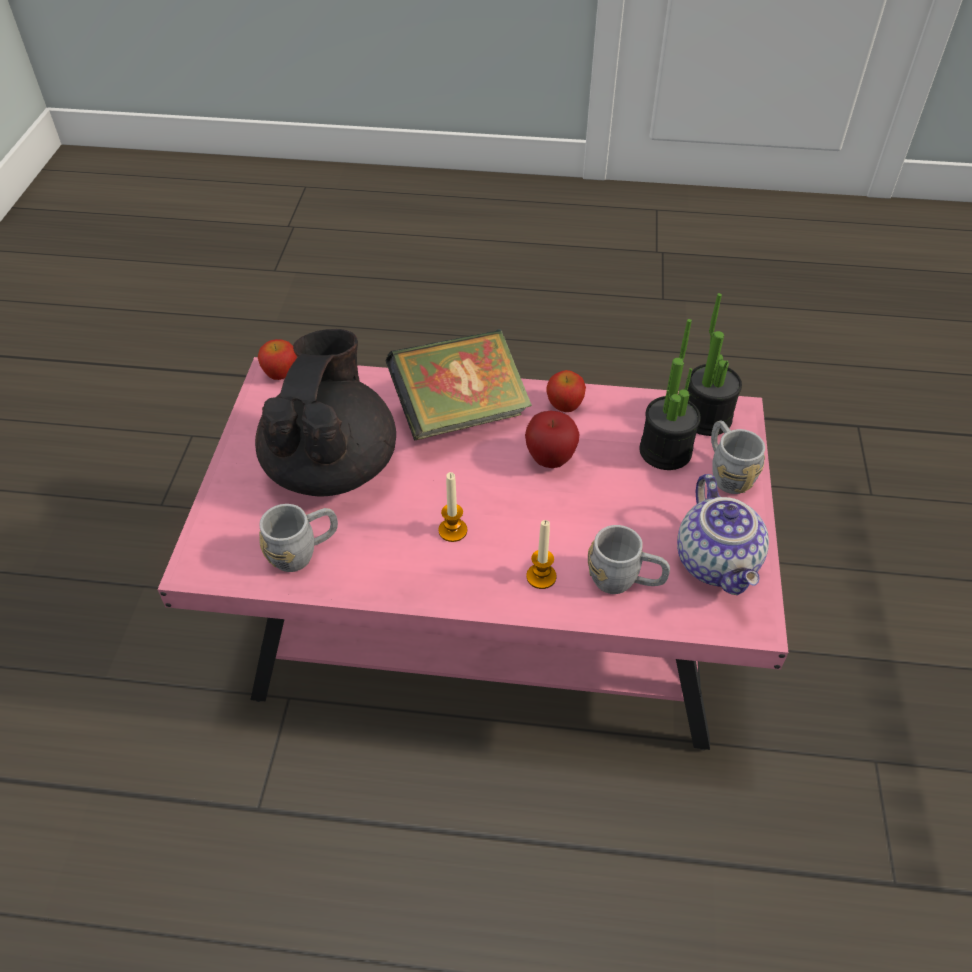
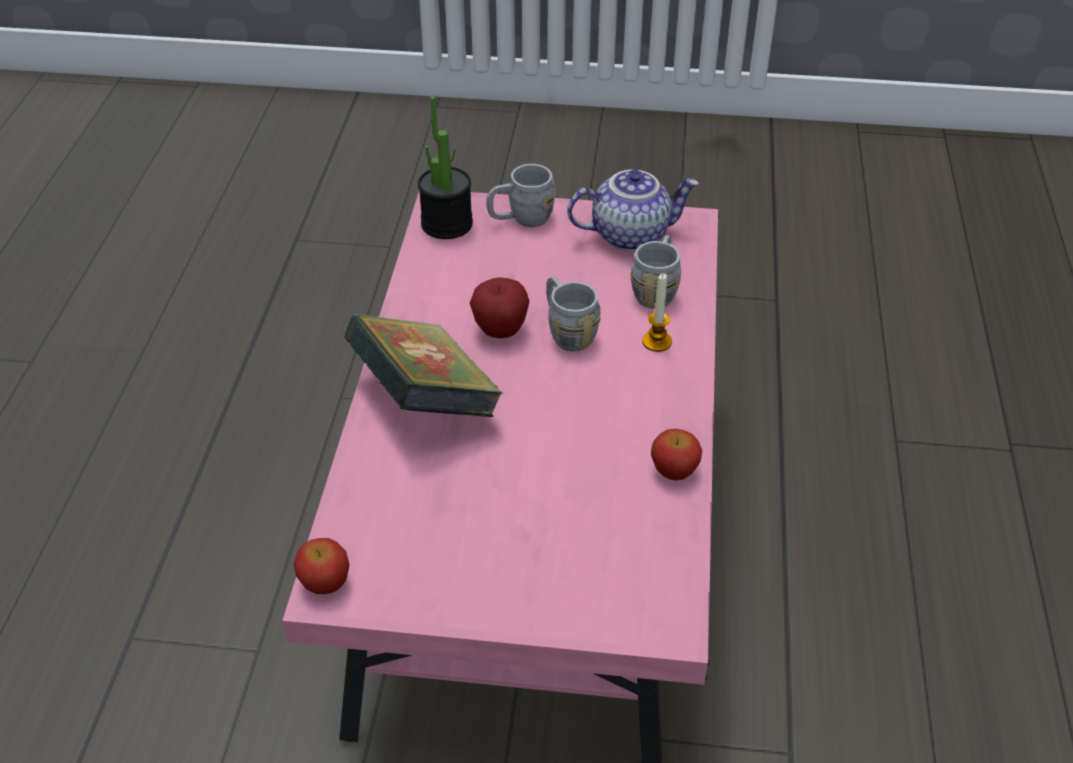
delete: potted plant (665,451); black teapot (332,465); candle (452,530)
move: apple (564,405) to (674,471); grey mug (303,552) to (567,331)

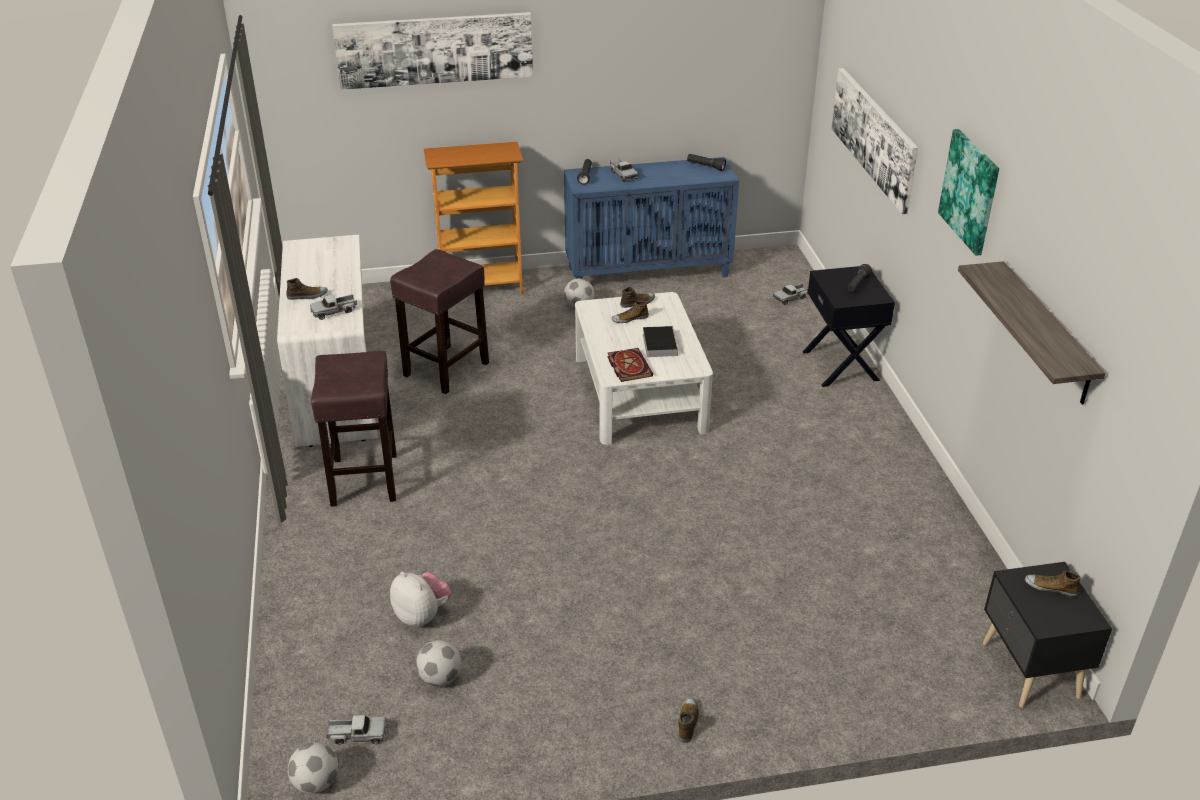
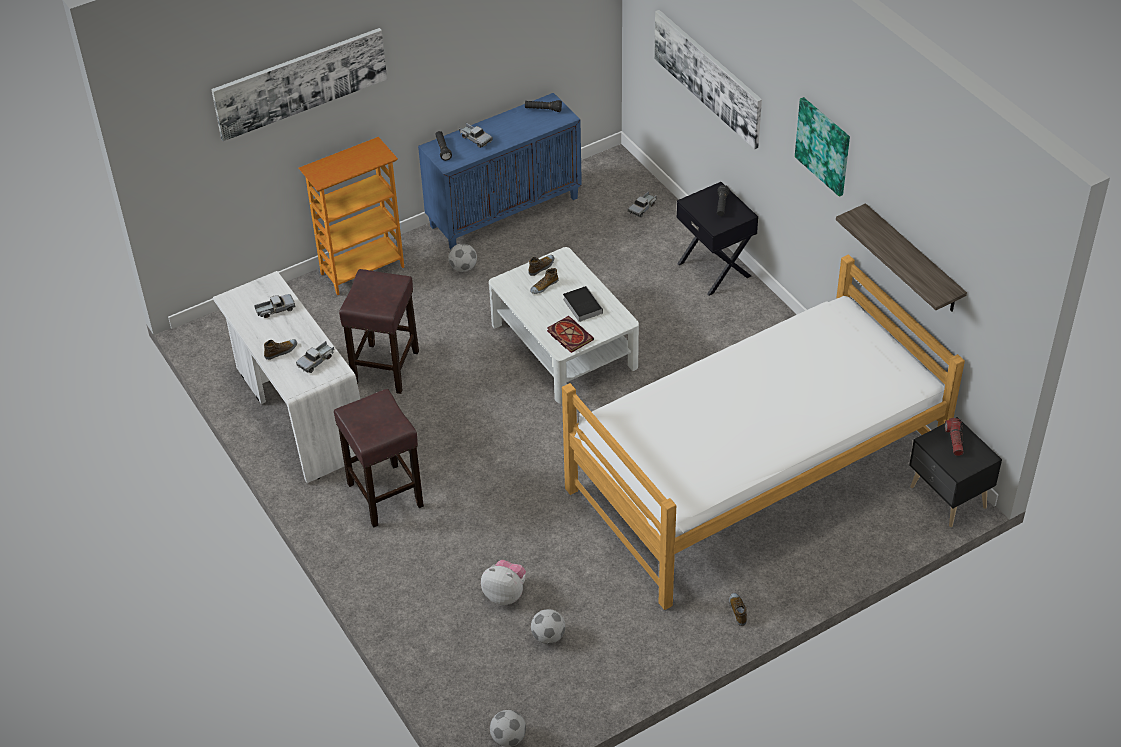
insert: bed (756,476)
move: toy truck (357,735) to (275,309)
replace: shoe (1051,588) to flashlight (954,440)

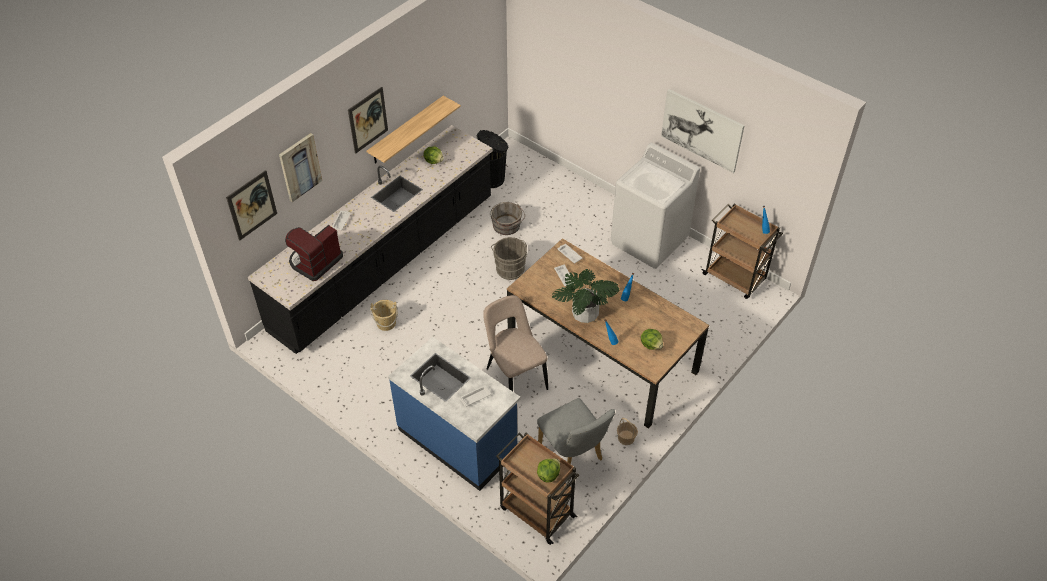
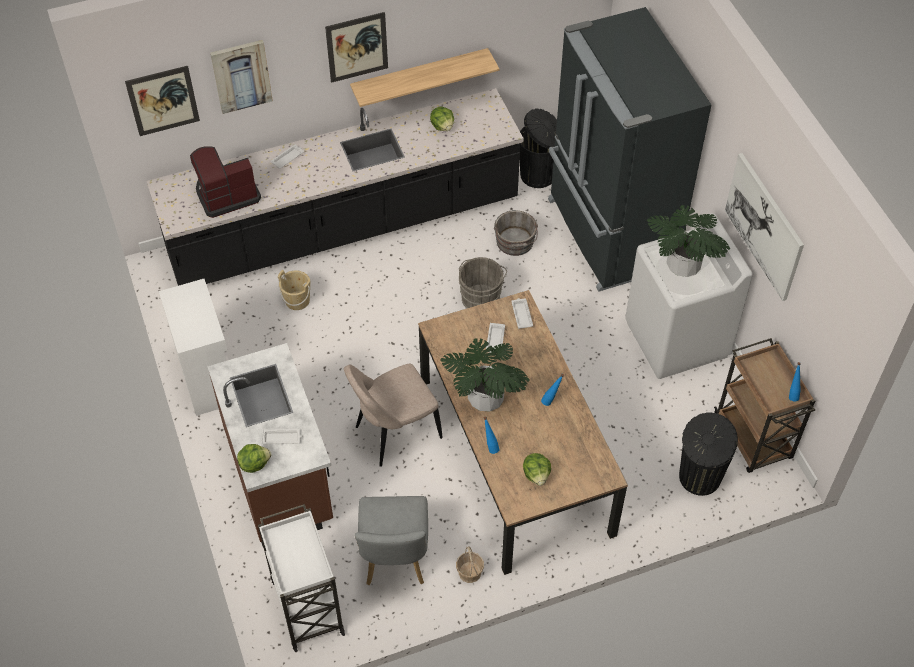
insert: black fridge (609,234); potted plant (683,265); white cabinet (208,378); black trash can (699,478)
move: lettuce (548,475) to (254,464)
recolor: blue counter (458,440) to brown counter (281,476); brown cart (536,511) to white cart (306,604)
rotate: beige chair (515,377) = (394,434) 120 degrees counterclockwise

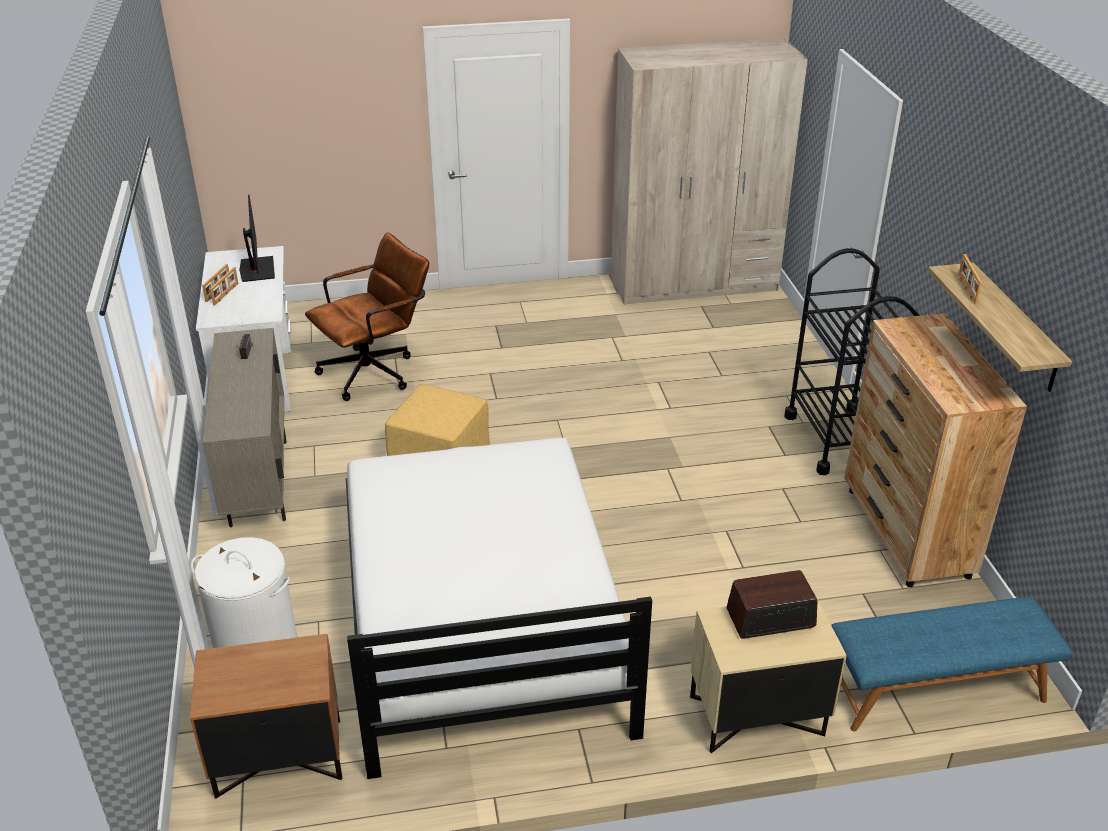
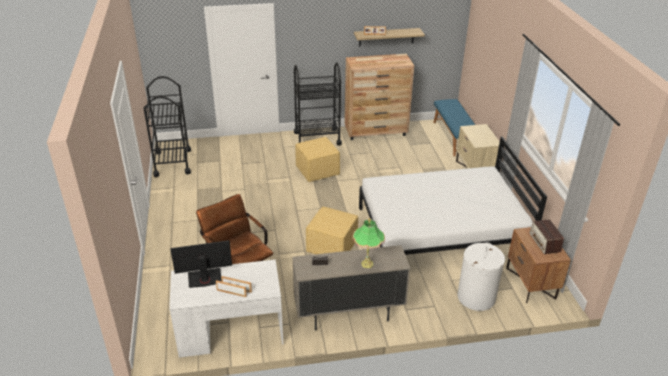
insert: yellow ottoman (317,171); table lamp (367,264)
move: radio (770,618) to (544,243)
replace: beige wardrobe (694,283) to black cart (172,163)

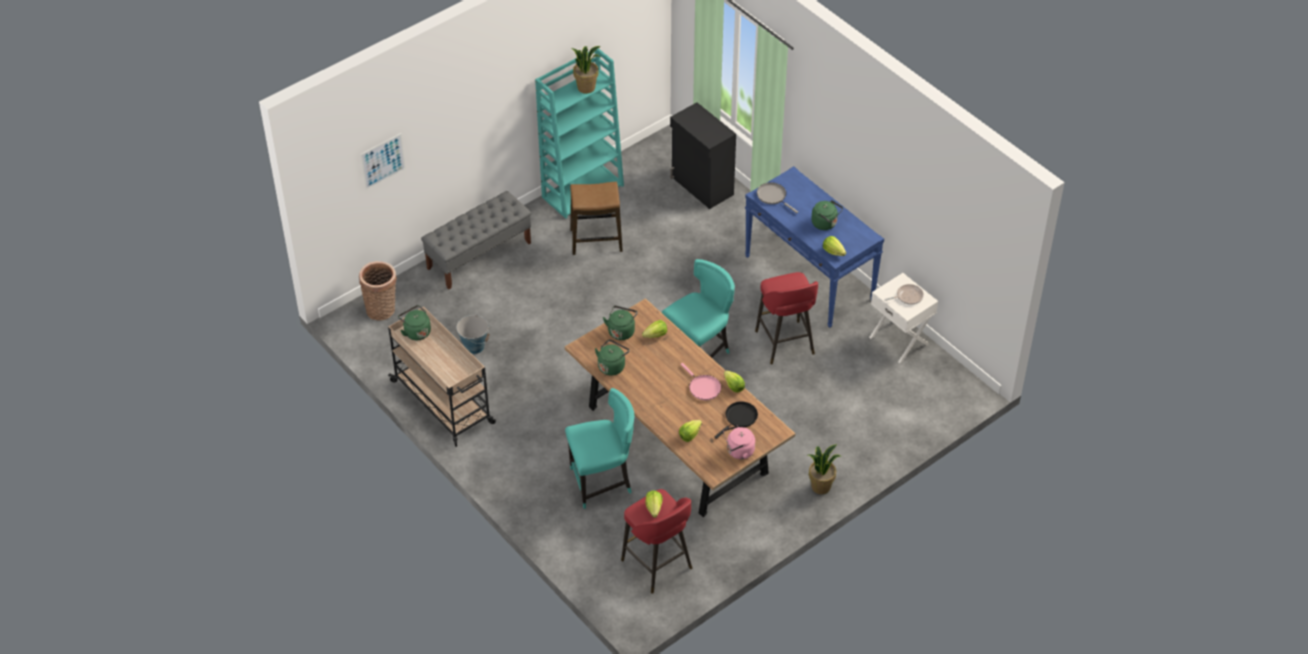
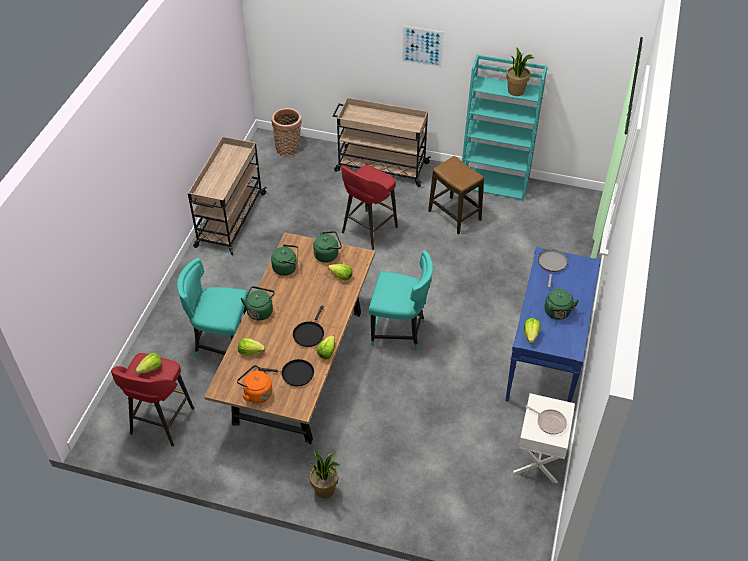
delete: black cabinet (702,186); bucket (474,346)
move: picture (383,161) to (422,46); red stool (785,344) to (368,231); green kettle (416,332) to (260,311)
replace: grey bench (479,255) to beige cart (380,167)
recolor: pink frying pan (703,388) to black frying pan (309,333); pink kettle (738,451) to orange kettle (256,393)
rotate: turquoise chair (602,482) = (221,344) 150 degrees clockwise

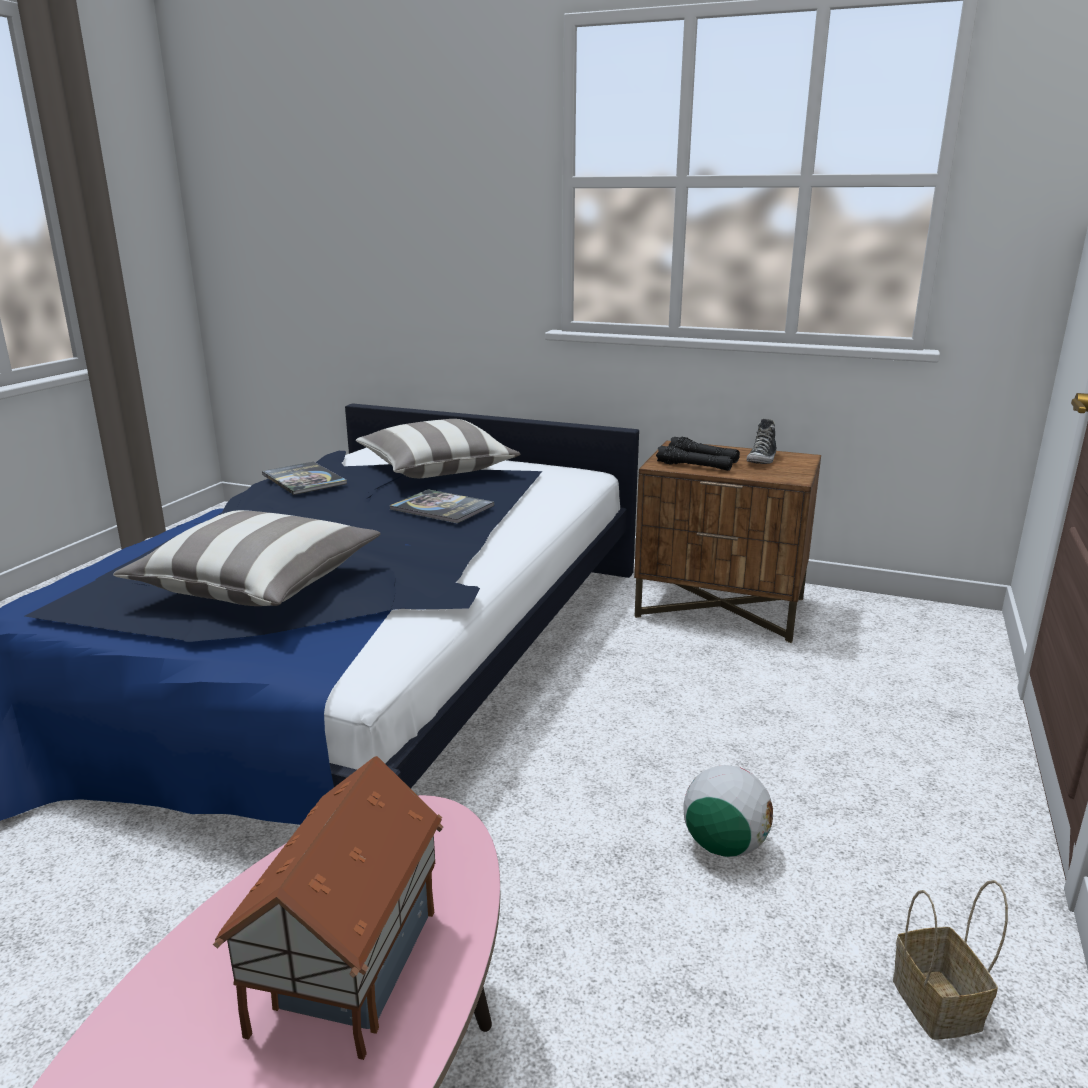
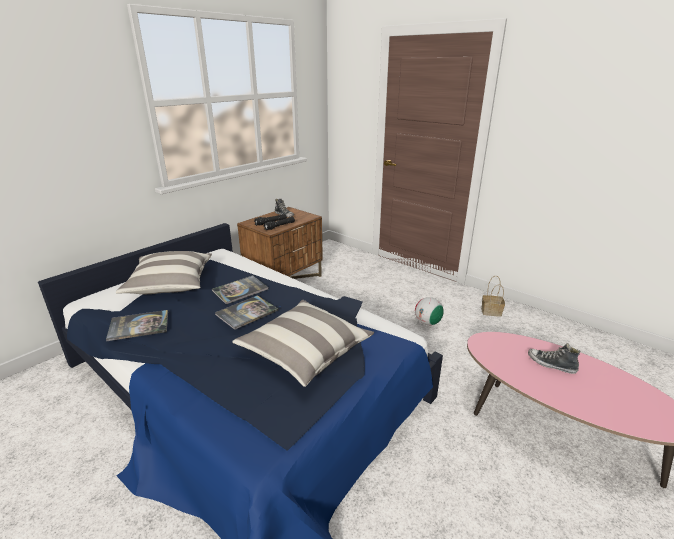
insert: book (247,312)
replace: toy house (344,969) to shoe (551,364)

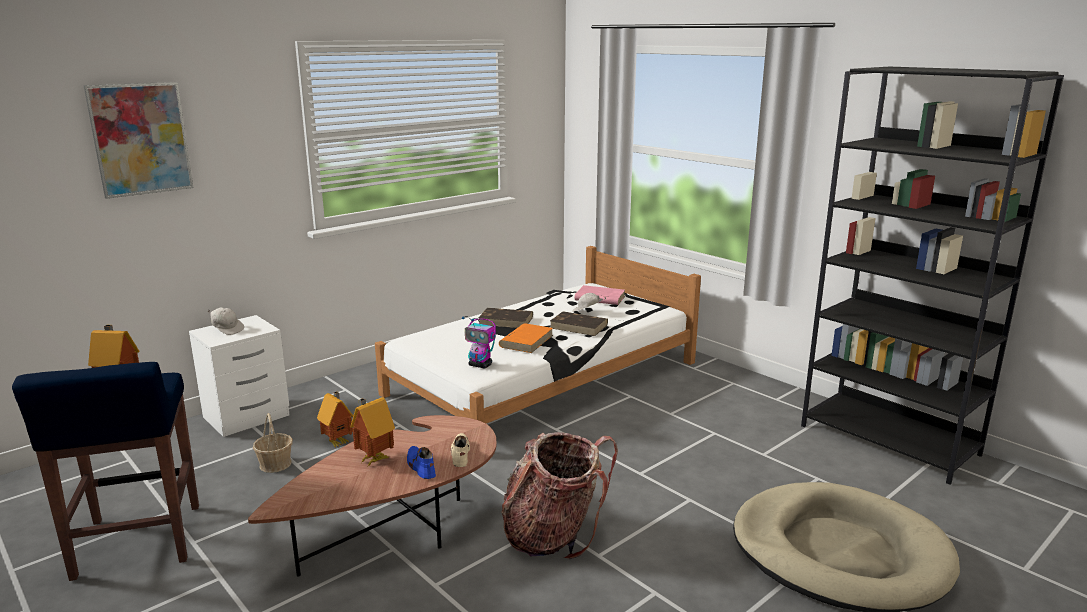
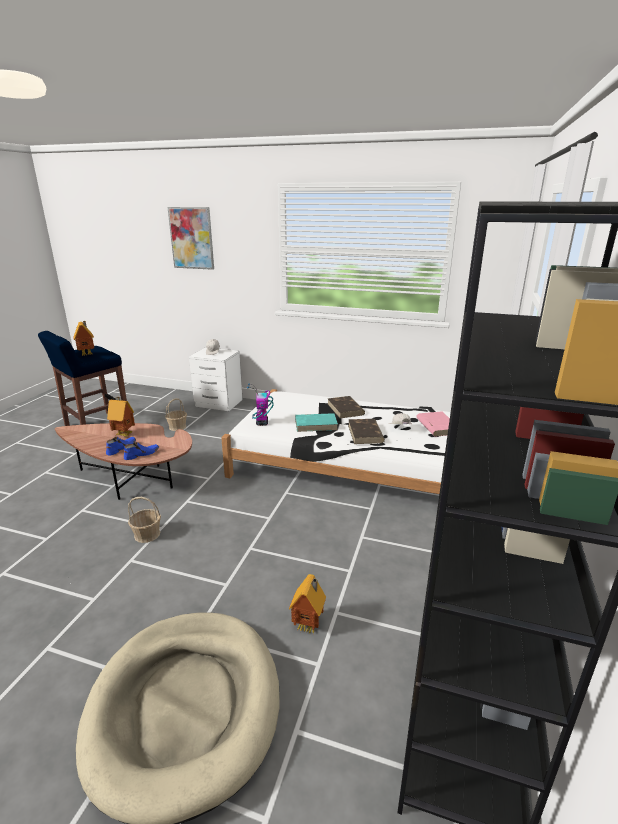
move: toy house (339,442) to (309,626)
replace: backpack (554,535) to basket (147,534)
recolor: orange book (526,341) to turquoise book (316,424); beige shoe (460,454) to blue shoe (141,454)

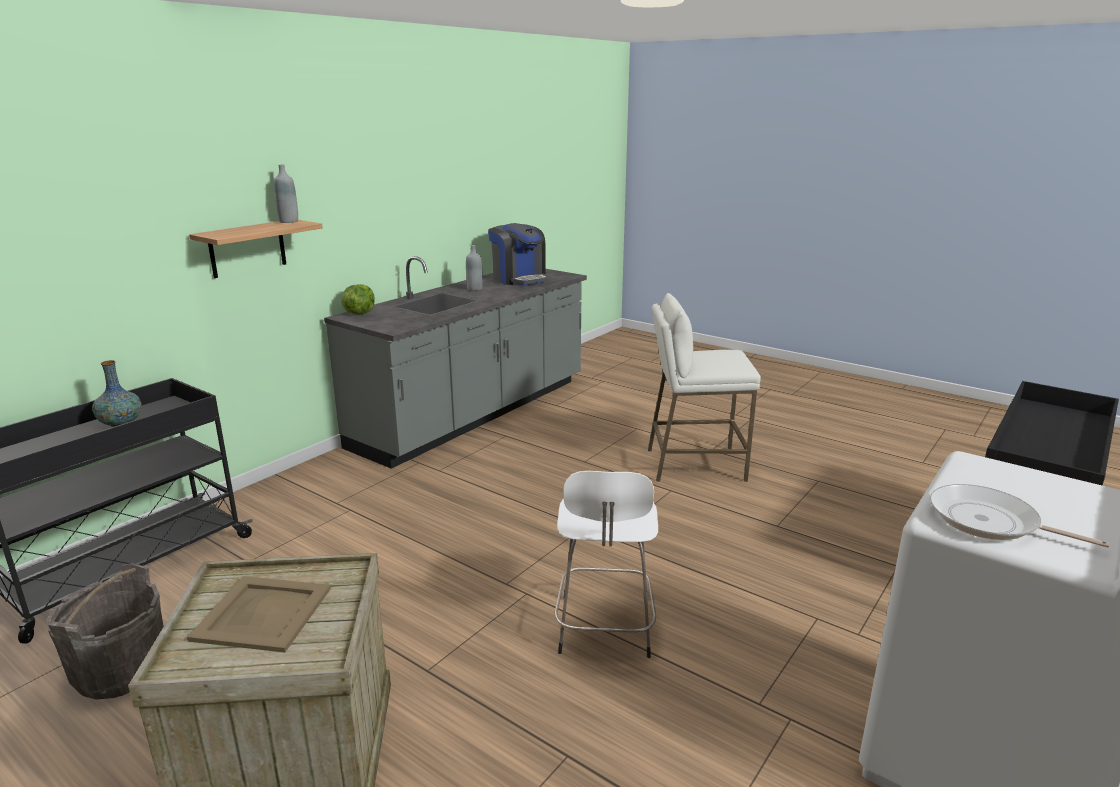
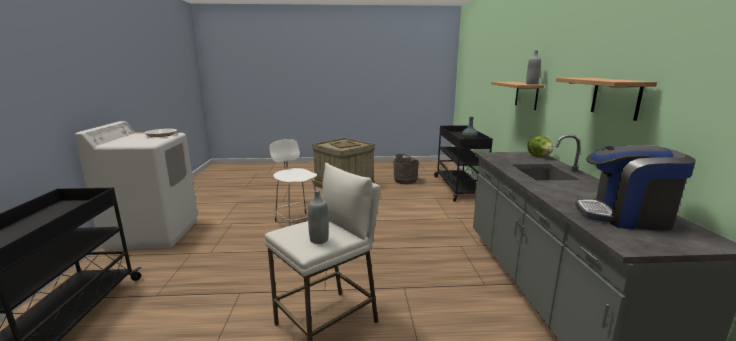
insert: shelf (615,97)
move: grey bottle (474,289) to (319,240)

